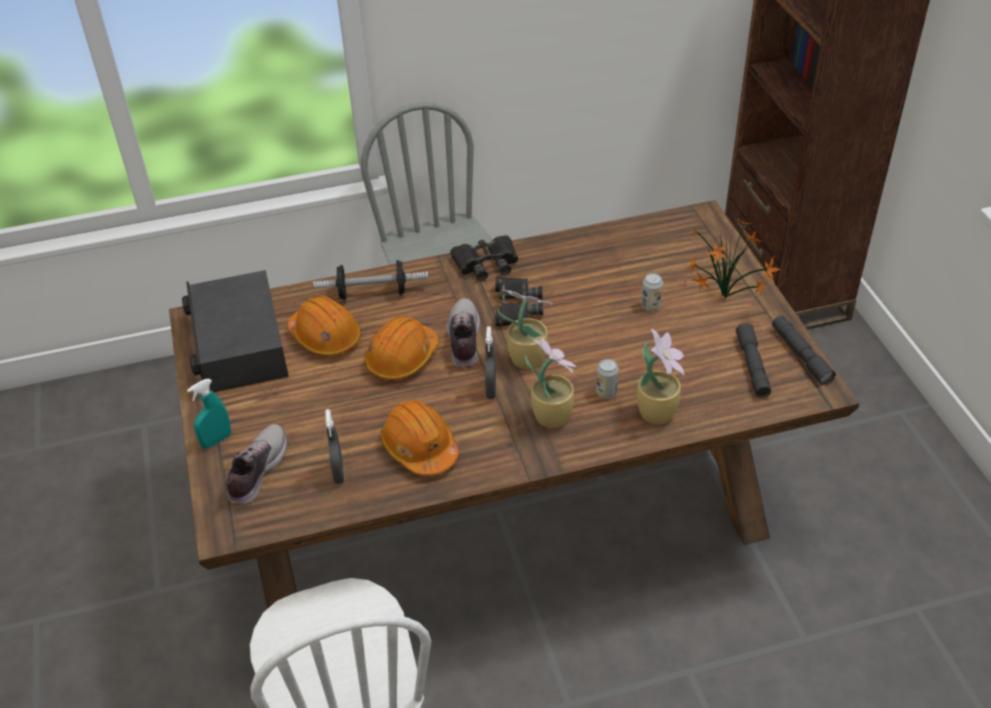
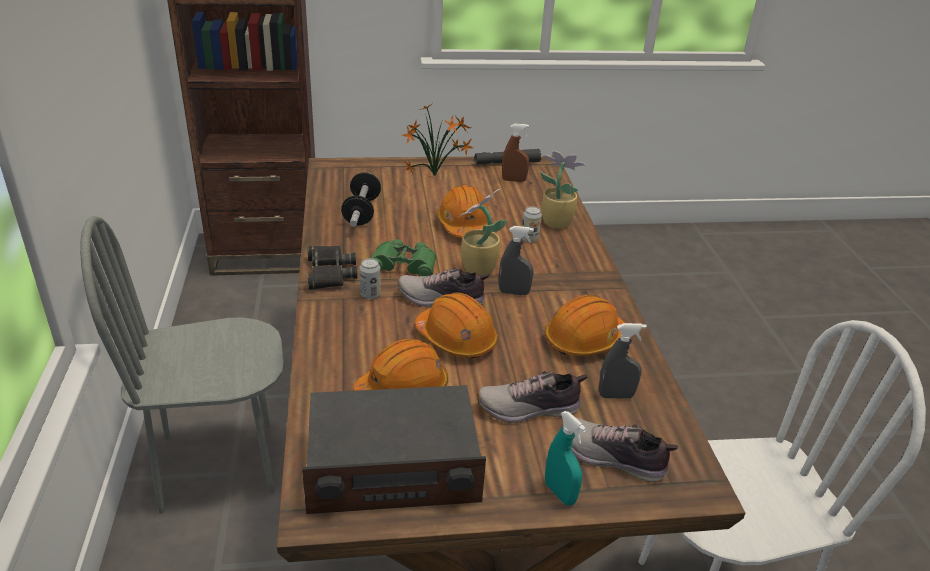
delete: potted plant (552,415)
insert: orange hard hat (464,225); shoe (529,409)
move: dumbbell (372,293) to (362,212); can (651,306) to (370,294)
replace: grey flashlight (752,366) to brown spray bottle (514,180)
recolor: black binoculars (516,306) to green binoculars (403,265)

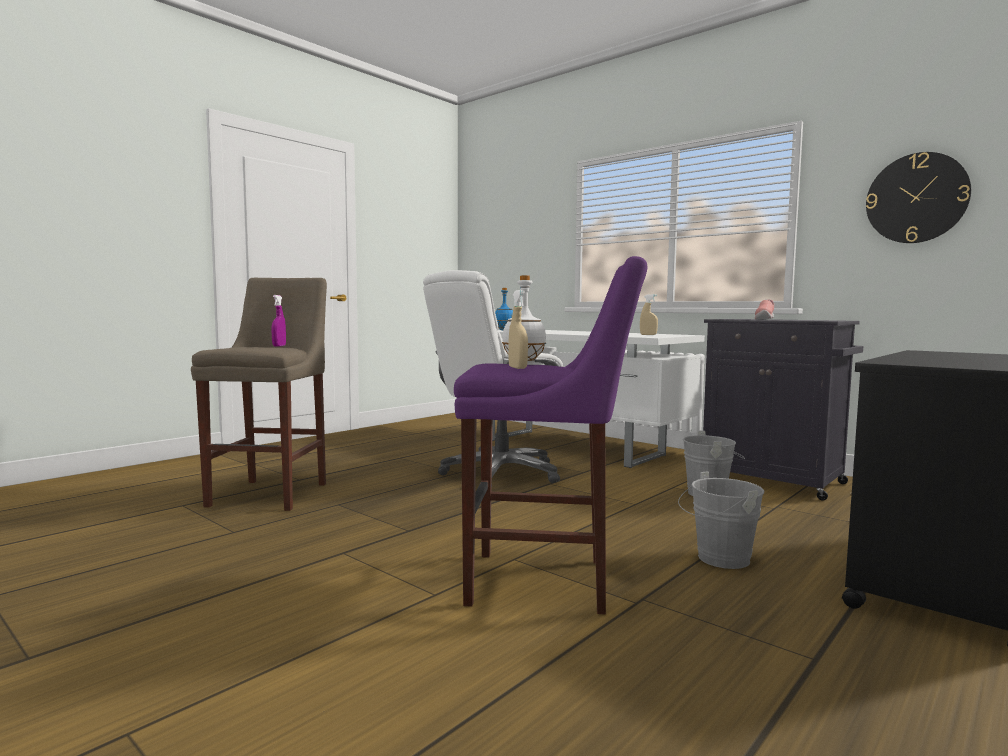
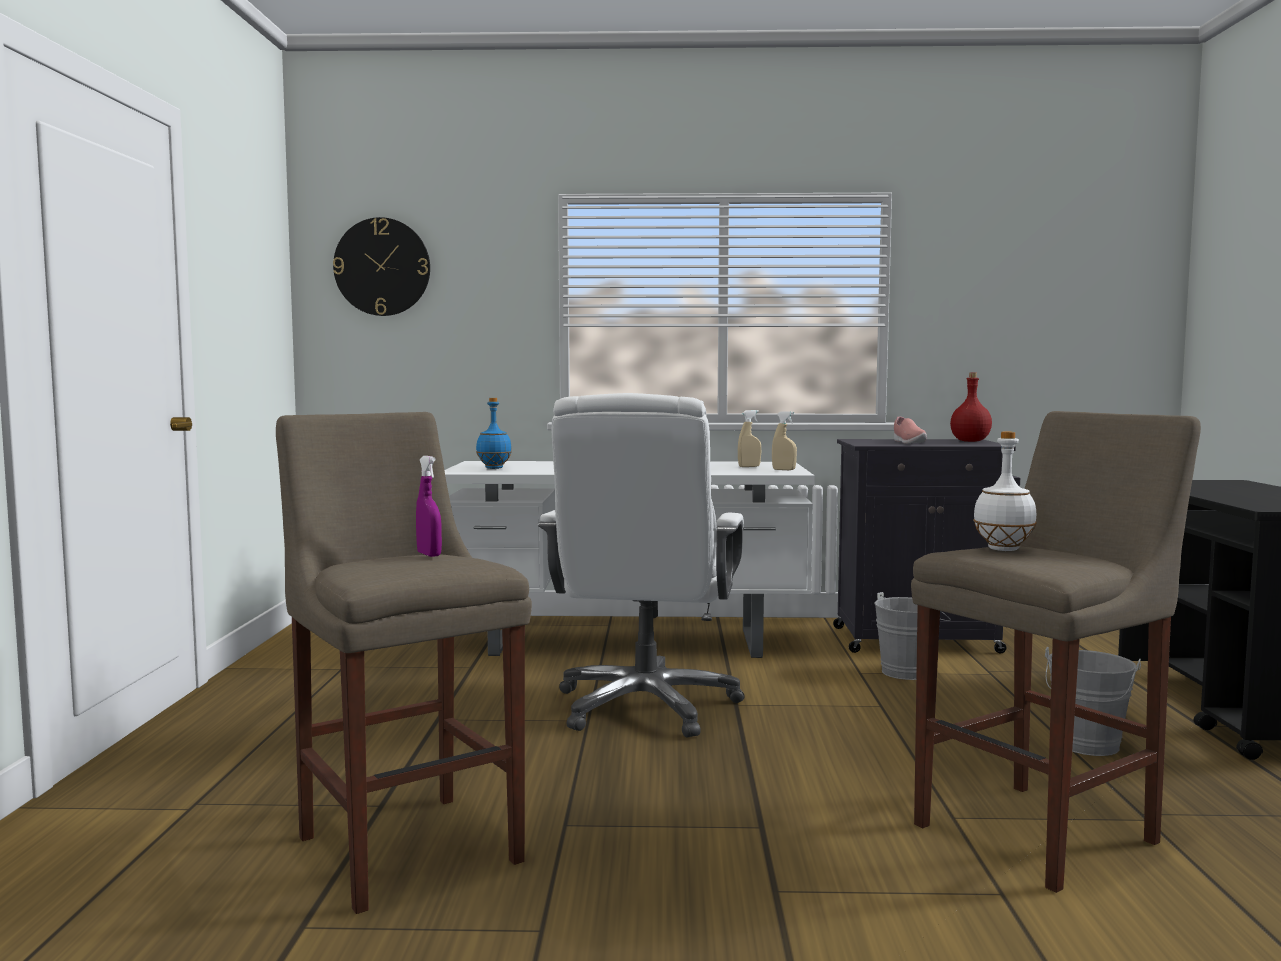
insert: red bottle (970,441)
move: wall clock (916,198) to (382,267); beige spray bottle (517,368) to (783,470)
recolor: purple stool (547,582) to beige stool (1044,831)

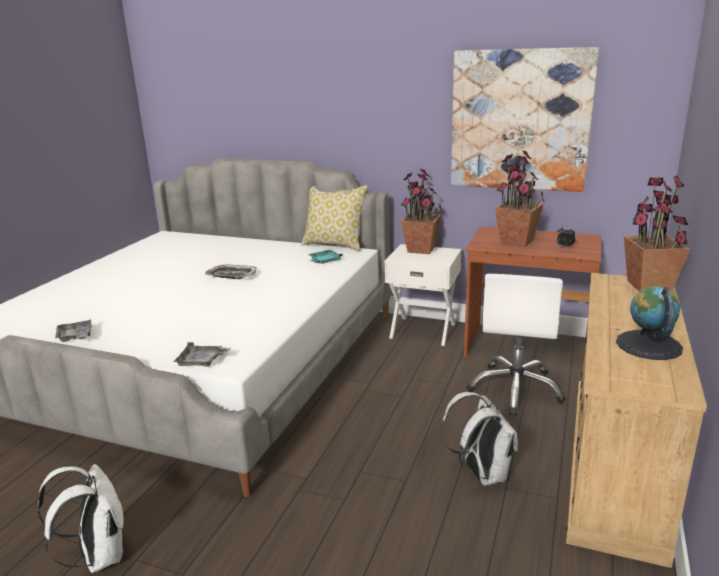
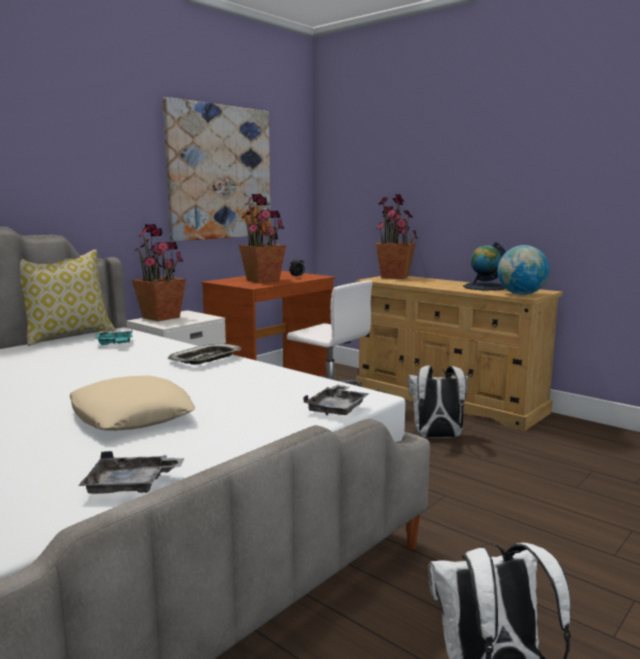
insert: globe (521,294); beige pillow (131,415)
move: tray (231,275) to (206,359)

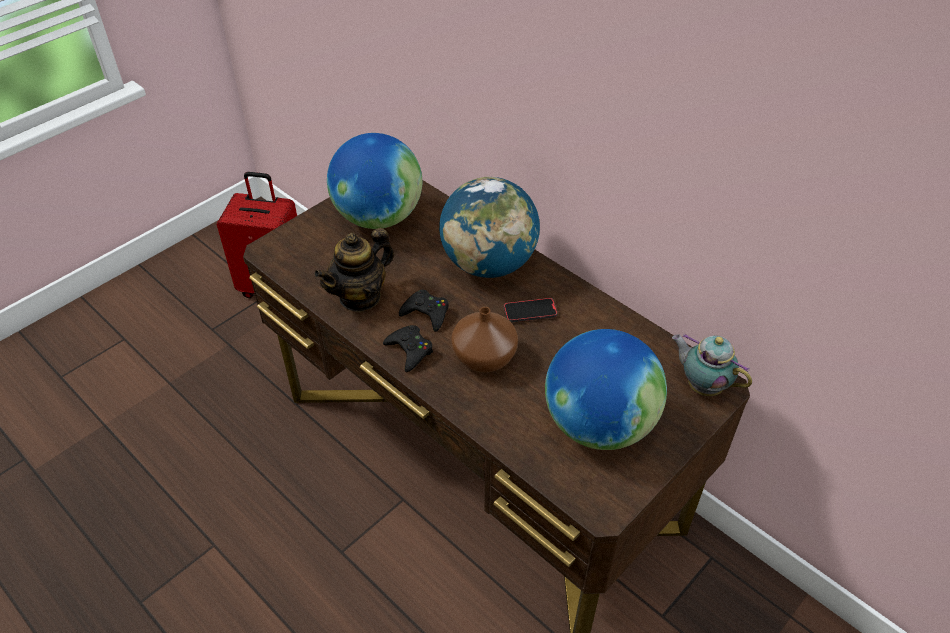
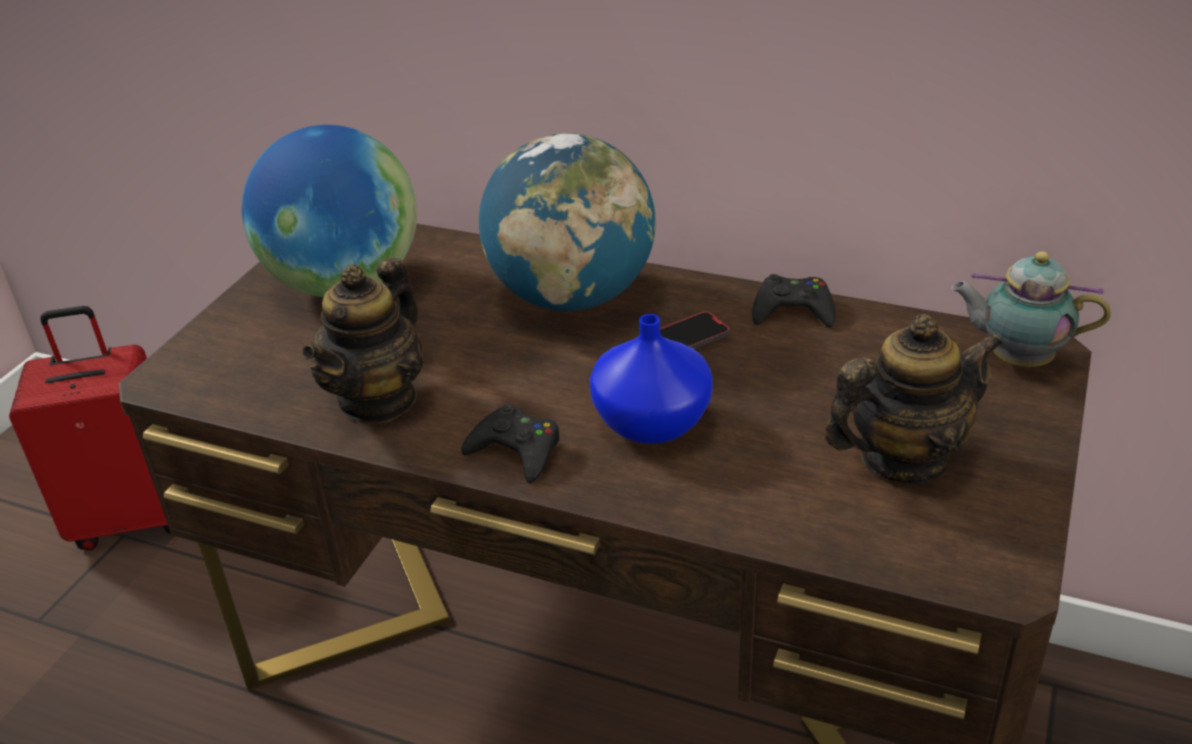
move: black game controller (426,313) to (793,310)
replace: globe (598,424) to teapot (903,458)
recolor: brown vase (485,357) to blue vase (653,421)

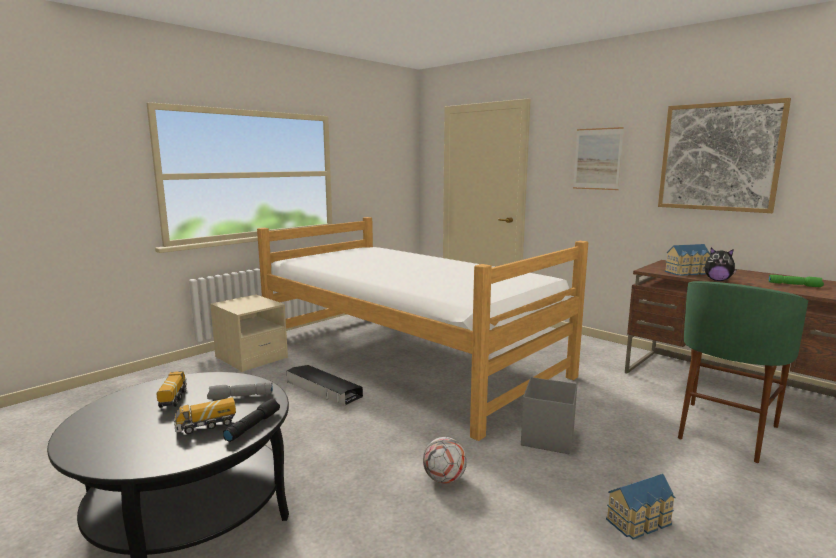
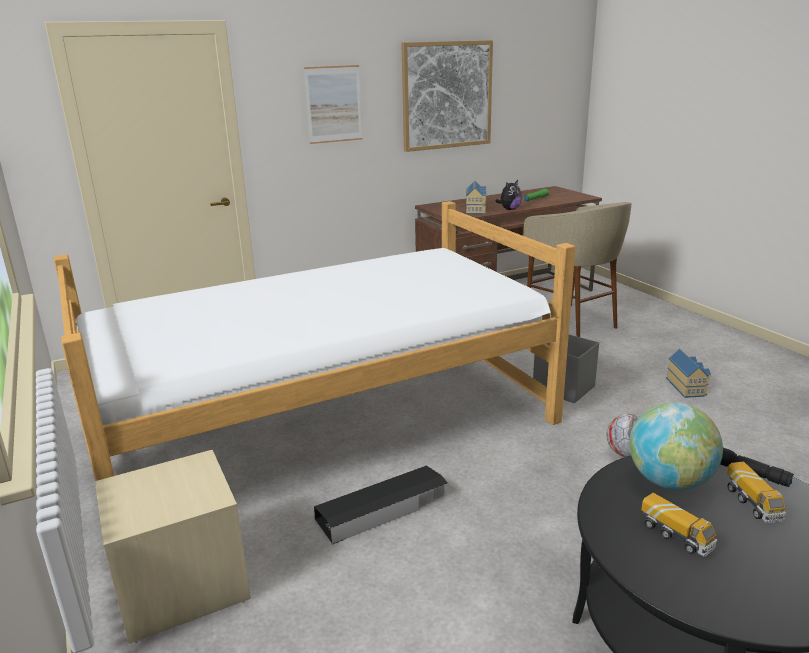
replace: grey flashlight (240,397) to globe (669,481)
recolor: green stool (724,431) to beige stool (572,322)
rotate: toy truck (173,398) = (676,536) 135 degrees counterclockwise

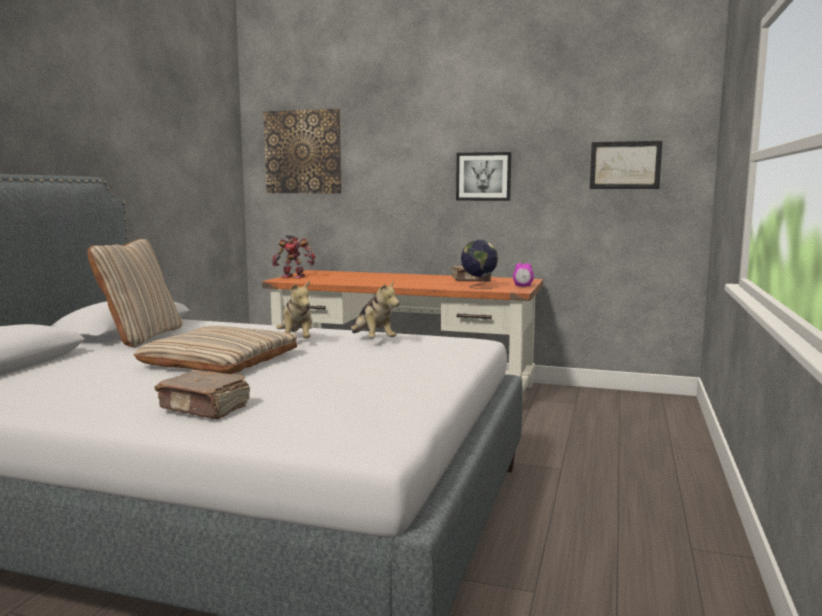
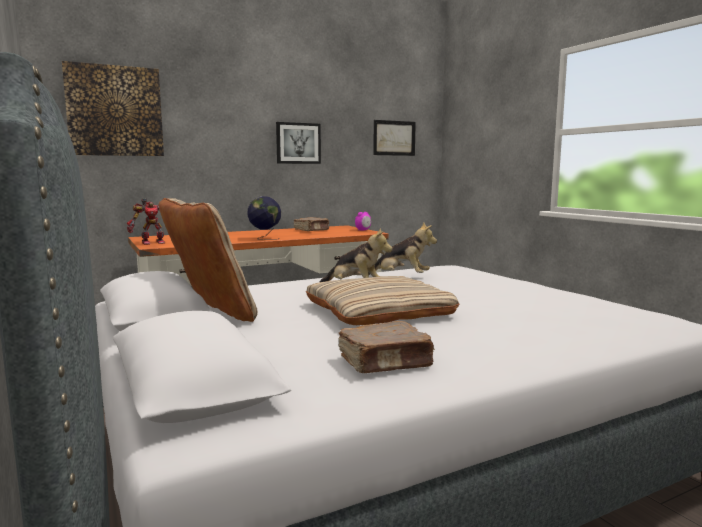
move: globe (478,286) to (265,238); brown book (205,408) to (386,363)

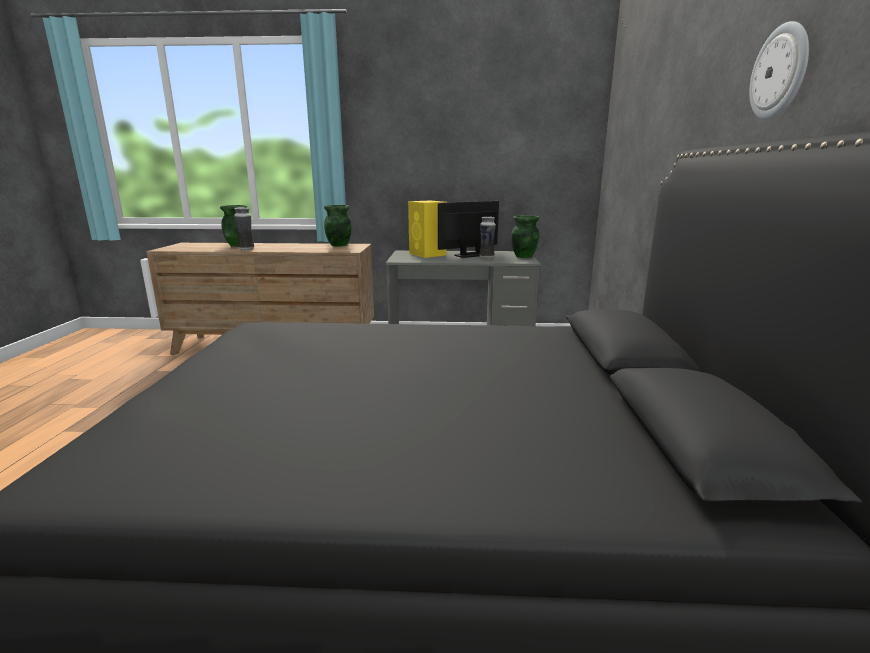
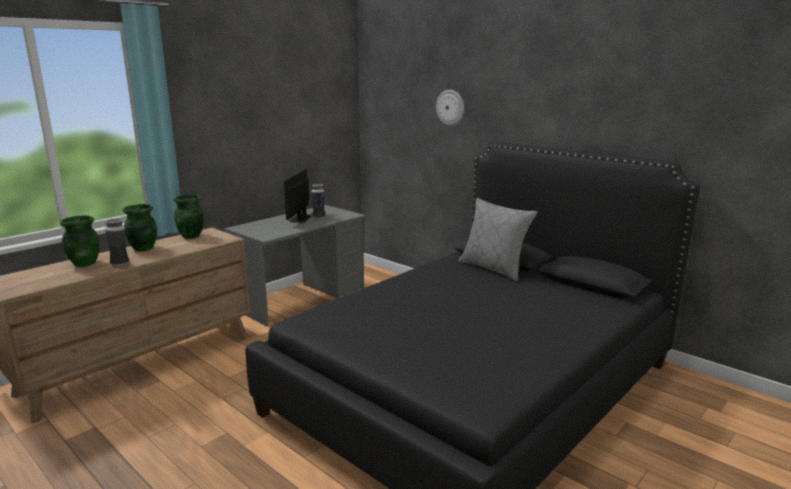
delete: yellow speaker (428,254)
insert: grey pillow (494,268)
move: wall clock (780,72) to (450,107); green vase (523,256) to (143,248)

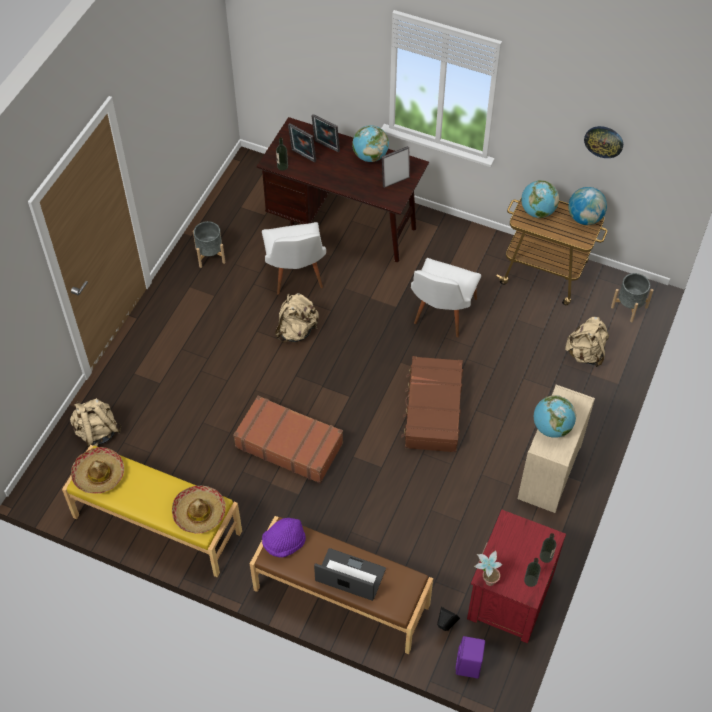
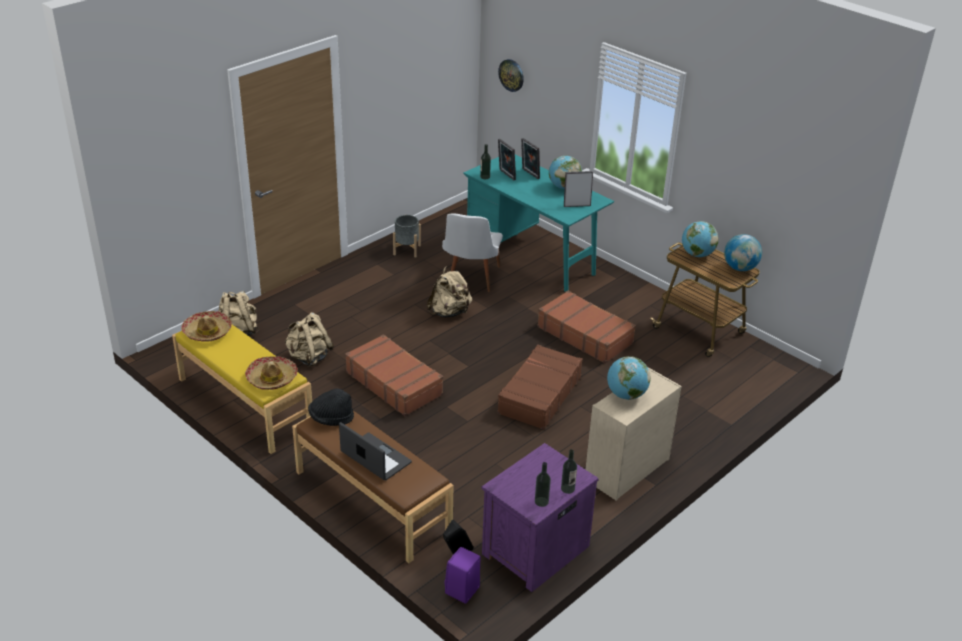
delete: grey planter (629,307); potted plant (486,580)
move: wall clock (604,141) to (511,75); beige backpack (585,354) to (309,357)
replace: white chair (441,315) to brown suitcase (585,335)
recolor: brown desk (344,223) to turquoise desk (533,257); red nightstand (509,597) to purple nightstand (534,550); purple hat (284,543) to black hat (331,418)

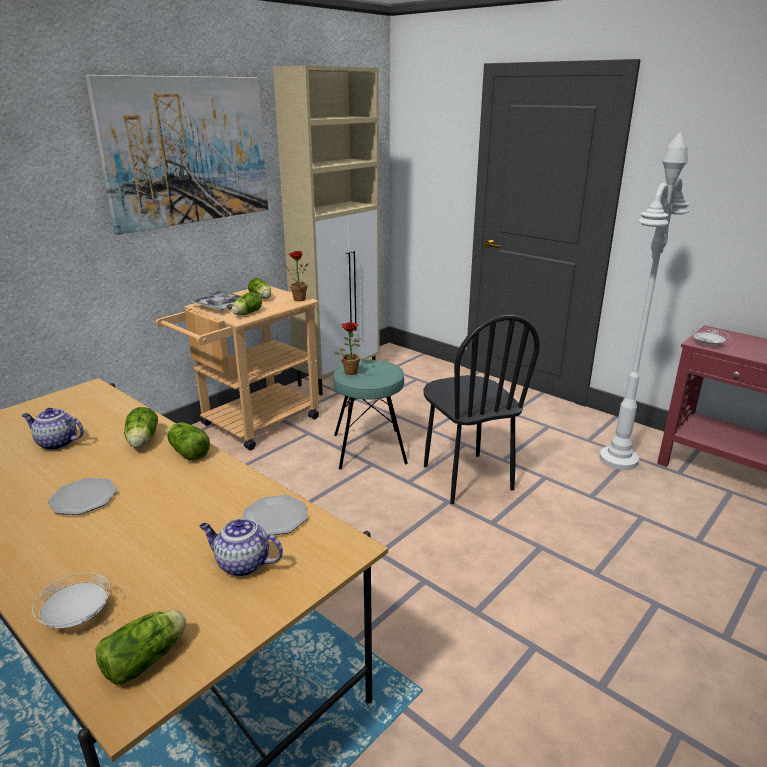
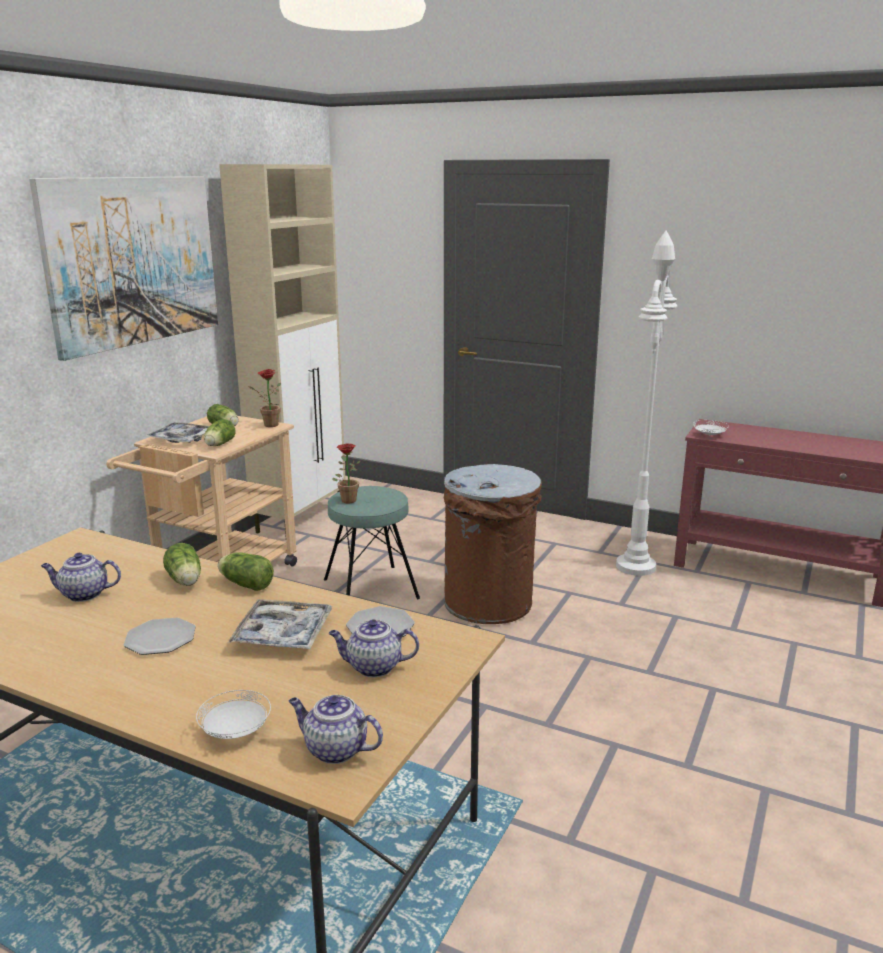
insert: tray (283,634)
replace: black chair (466,478) to brown trash can (489,603); lettuce (148,658) to teapot (334,750)

